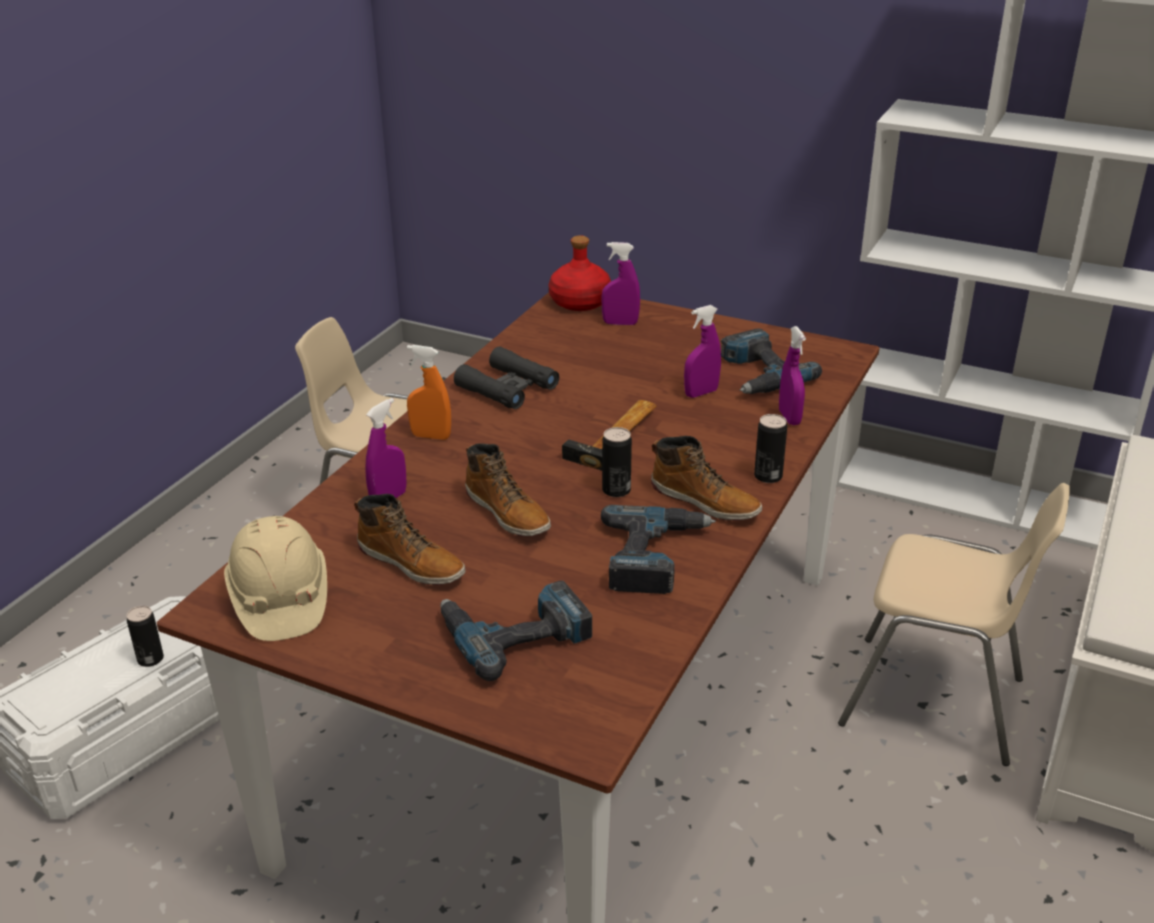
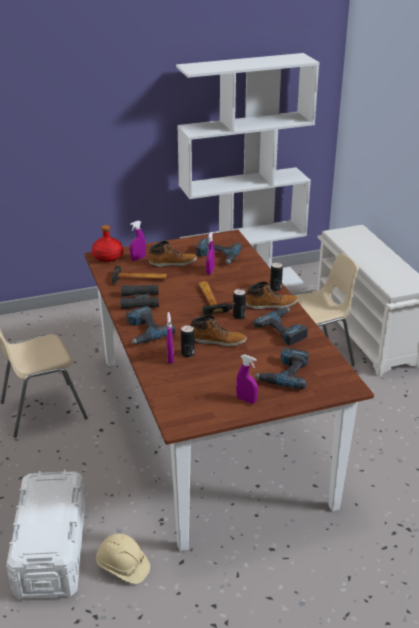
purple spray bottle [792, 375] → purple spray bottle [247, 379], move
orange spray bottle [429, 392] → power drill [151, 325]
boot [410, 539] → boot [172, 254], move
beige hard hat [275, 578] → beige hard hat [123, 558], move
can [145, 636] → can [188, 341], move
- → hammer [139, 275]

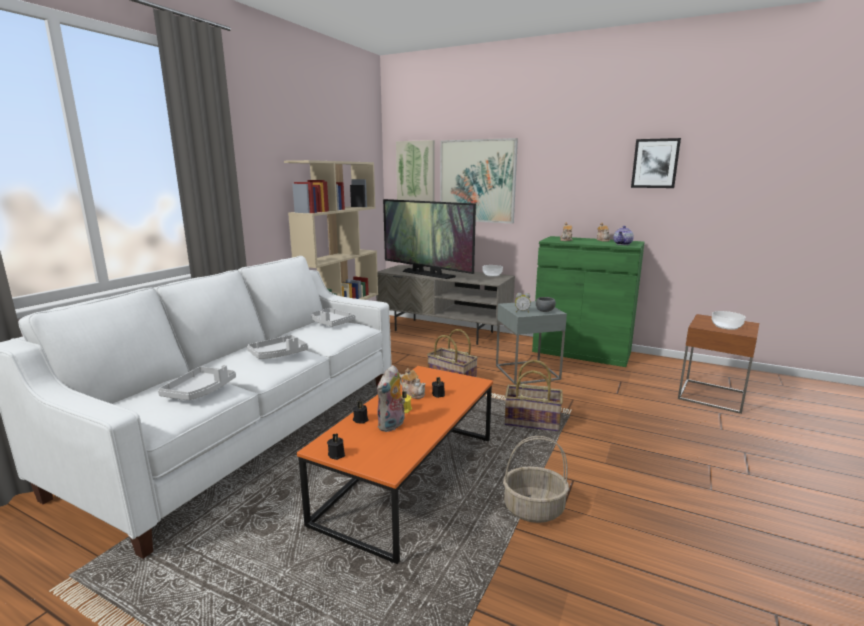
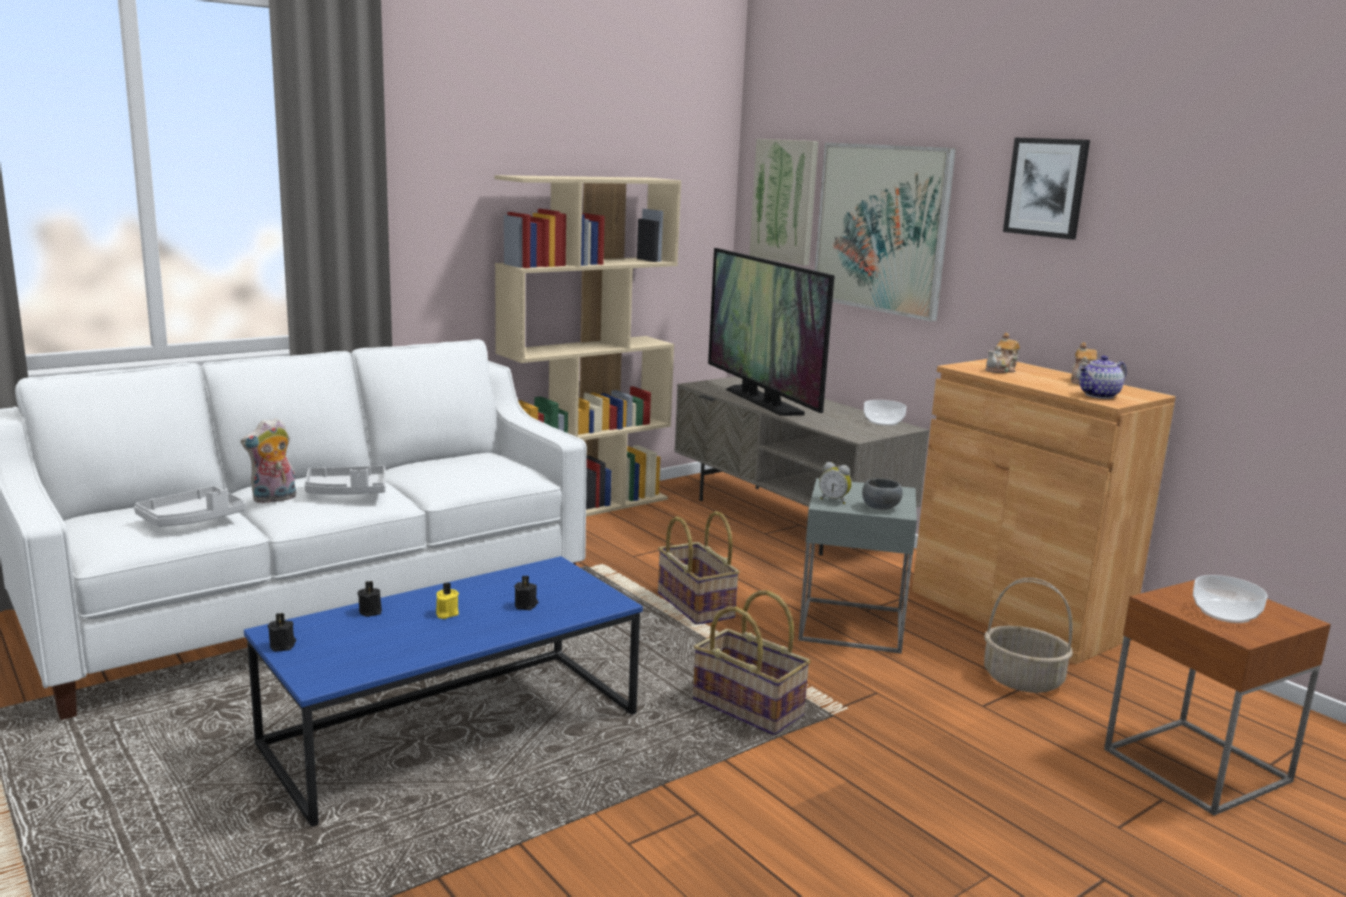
picture [656, 163] → picture [1046, 189], move
green cabinet [588, 301] → brown cabinet [1044, 512]
grey tray [333, 317] → -
plush toy [391, 398] → plush toy [268, 461], move
orange coffee table [395, 465] → blue coffee table [443, 691]
teapot [413, 383] → -
basket [536, 479] → basket [1028, 635], move

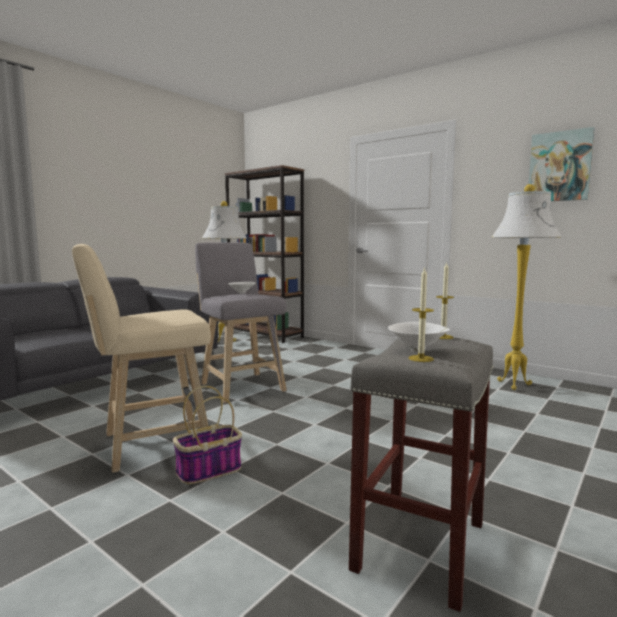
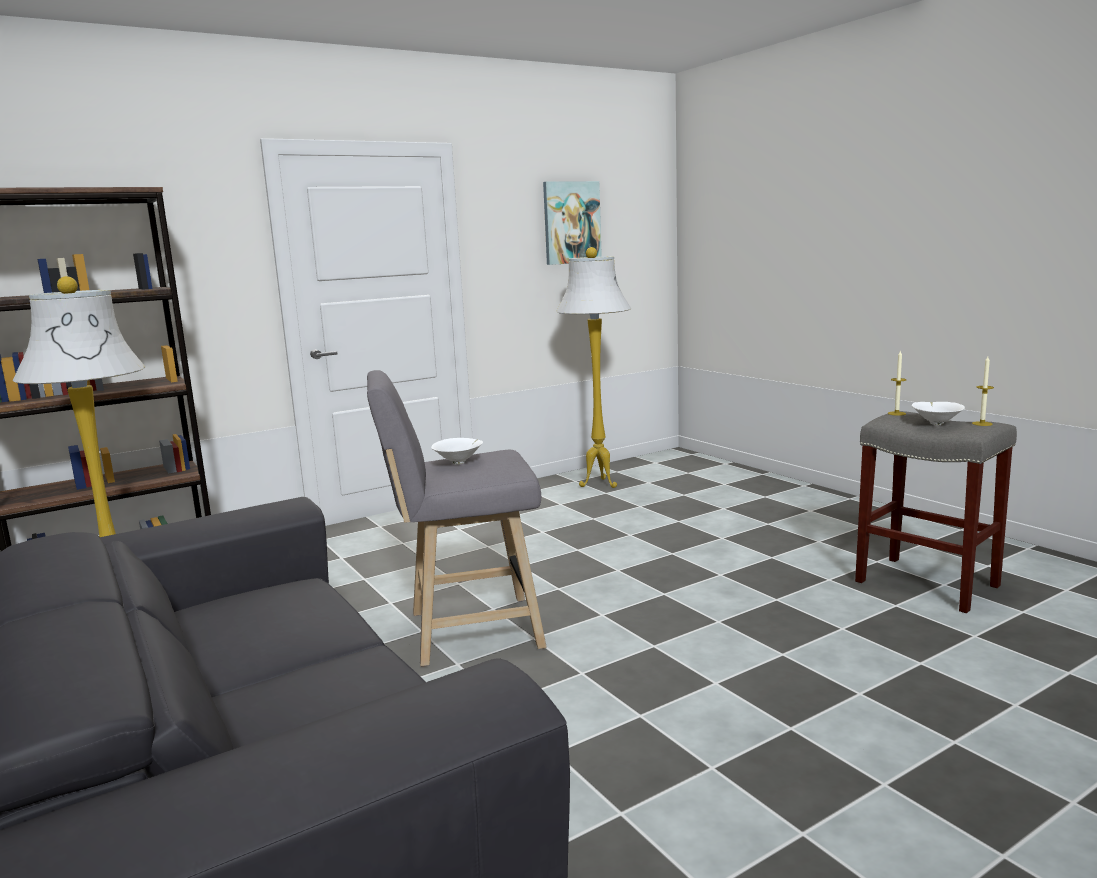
beige stool [141, 358] → -
basket [207, 435] → -

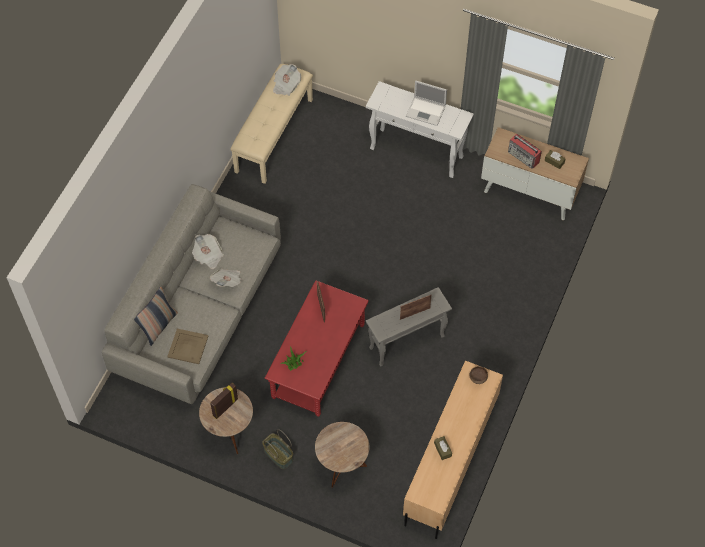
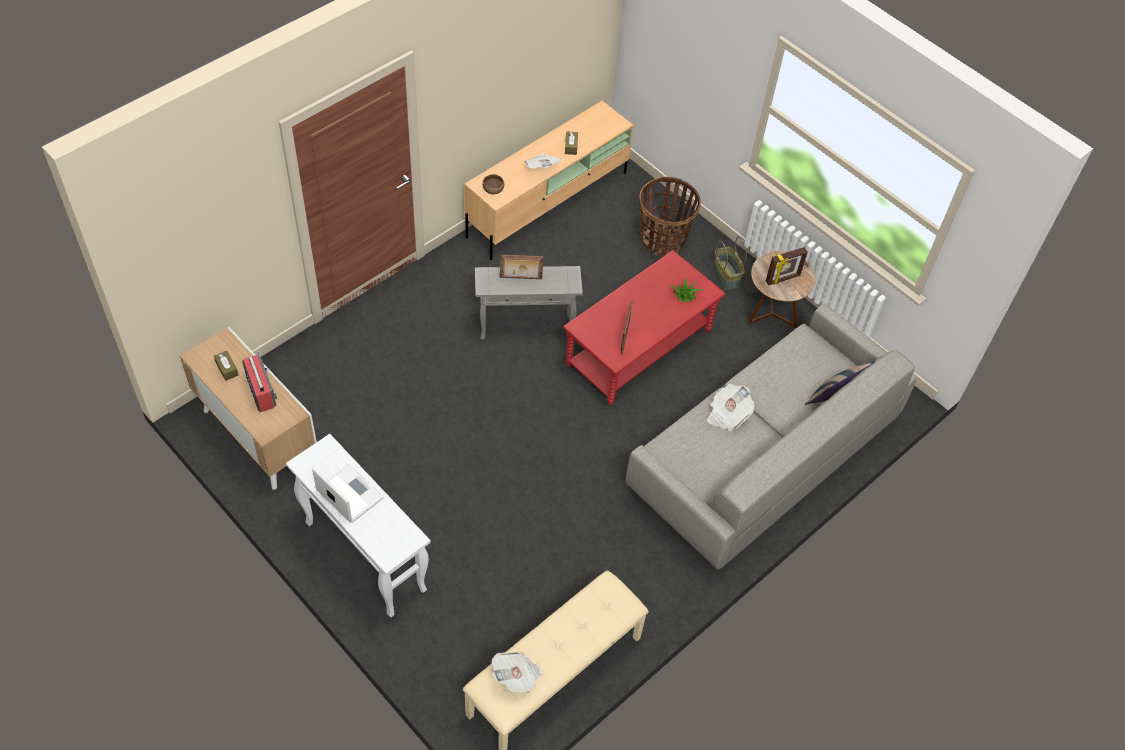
newspaper [208, 251] → newspaper [542, 161], move
beige tray [188, 346] → -
brown side table [342, 455] → basket [670, 217]

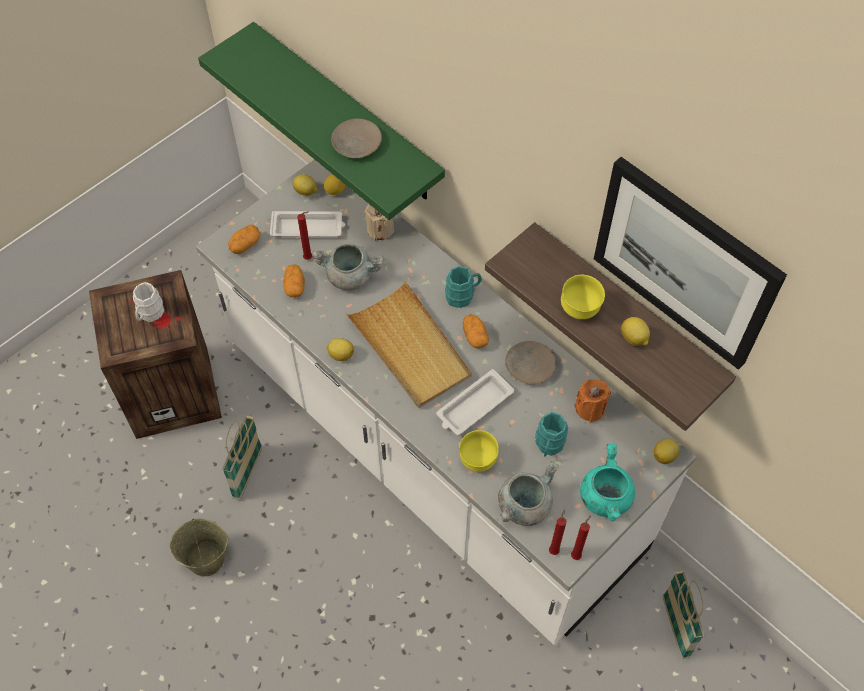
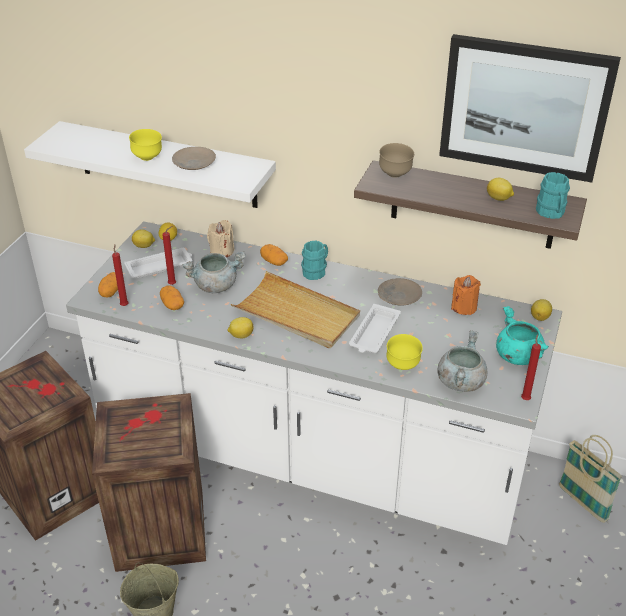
green shelf [321, 121] → white shelf [150, 164]
yellow bowl [583, 297] → yellow bowl [145, 145], move
white mug [148, 302] → -
potato [475, 331] → potato [274, 255], move
turquoise mug [551, 434] → turquoise mug [553, 195], move
basket [242, 457] → crate [149, 482]
red candle [557, 532] → red candle [120, 275], move
- → brown bowl [396, 160]

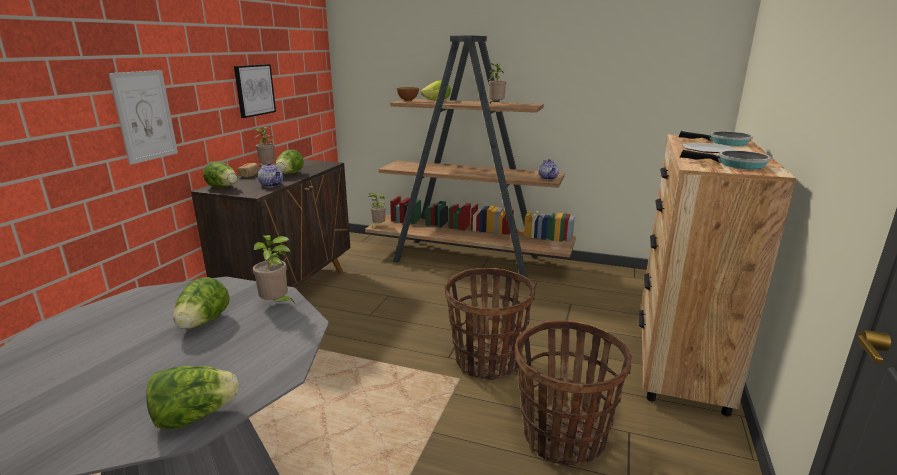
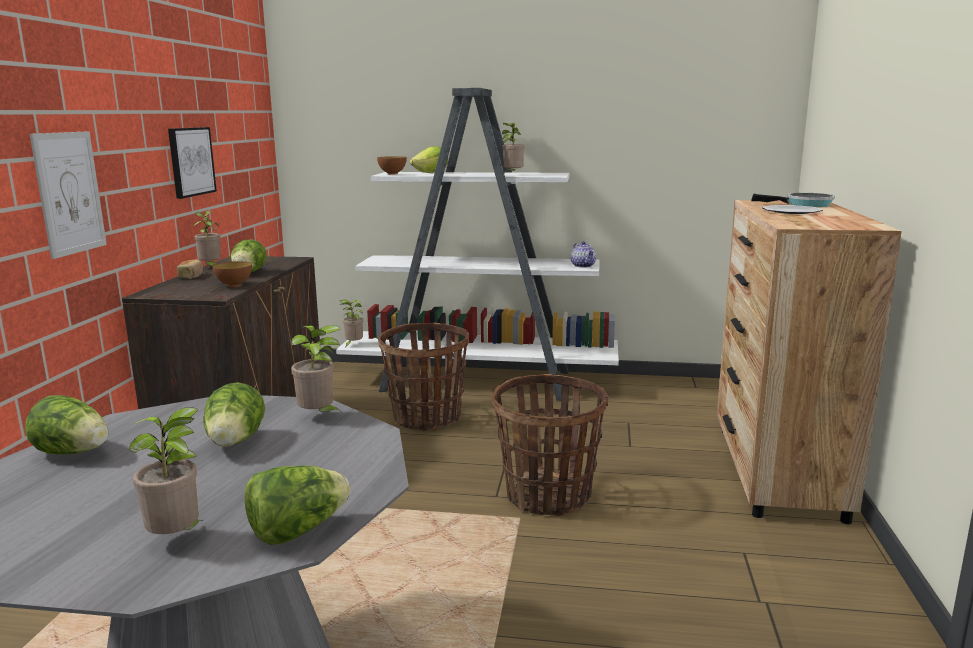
brown bookcase [470, 156] → white bookcase [477, 244]
frying pan [726, 160] → -
lettuce [220, 174] → lettuce [66, 424], move
teapot [270, 174] → bowl [232, 274]
basket [573, 393] → basket [423, 377], move
- → potted plant [166, 470]

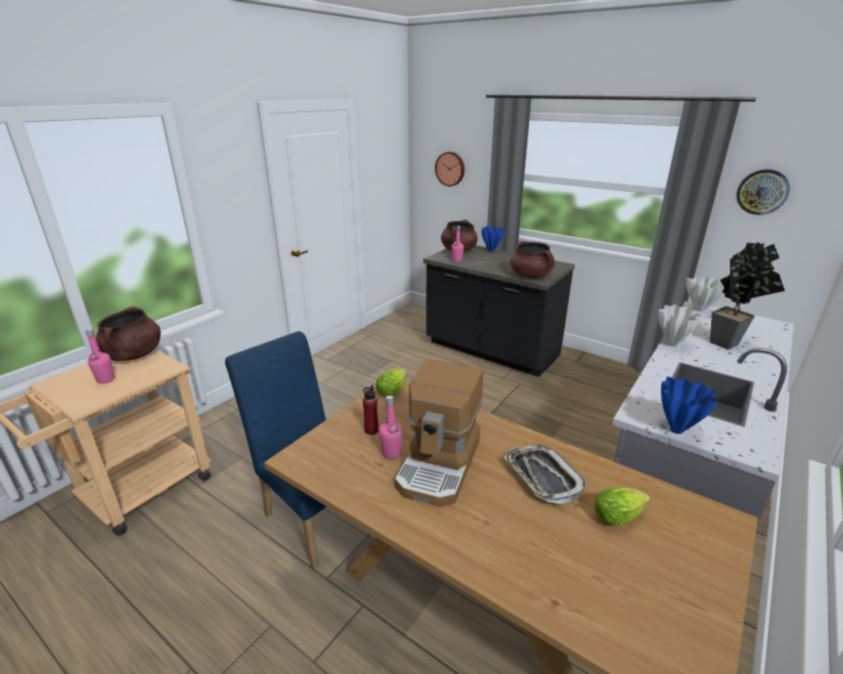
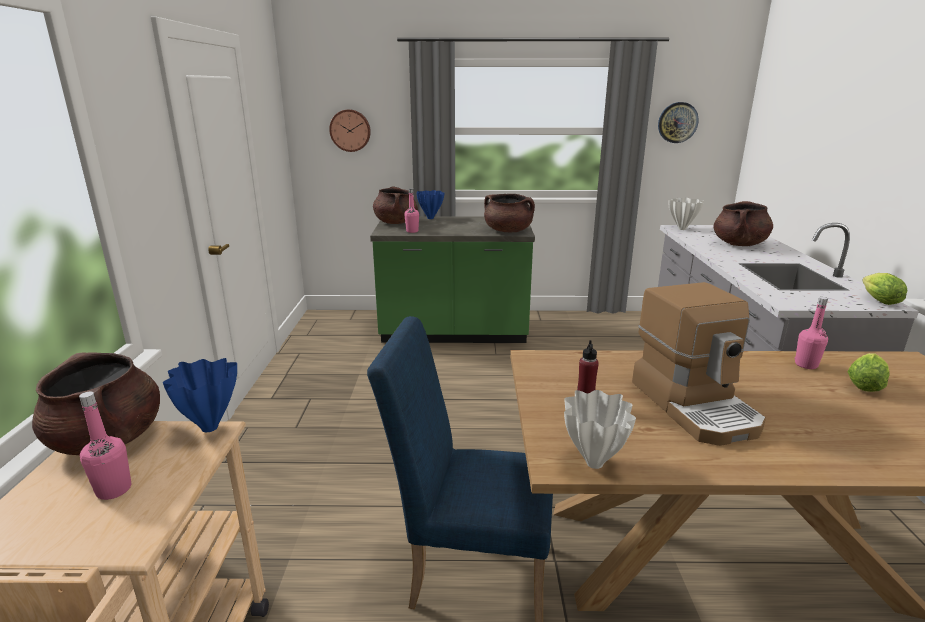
potted plant [747, 295] → brown cooking pot [743, 223]
black counter [499, 311] → green counter [452, 279]
white vase [680, 326] → white vase [600, 429], move
lettuce [391, 383] → lettuce [884, 289], move
blue vase [689, 405] → blue vase [200, 395], move
pink bottle [391, 427] → pink bottle [811, 333], move
tray [545, 474] → -

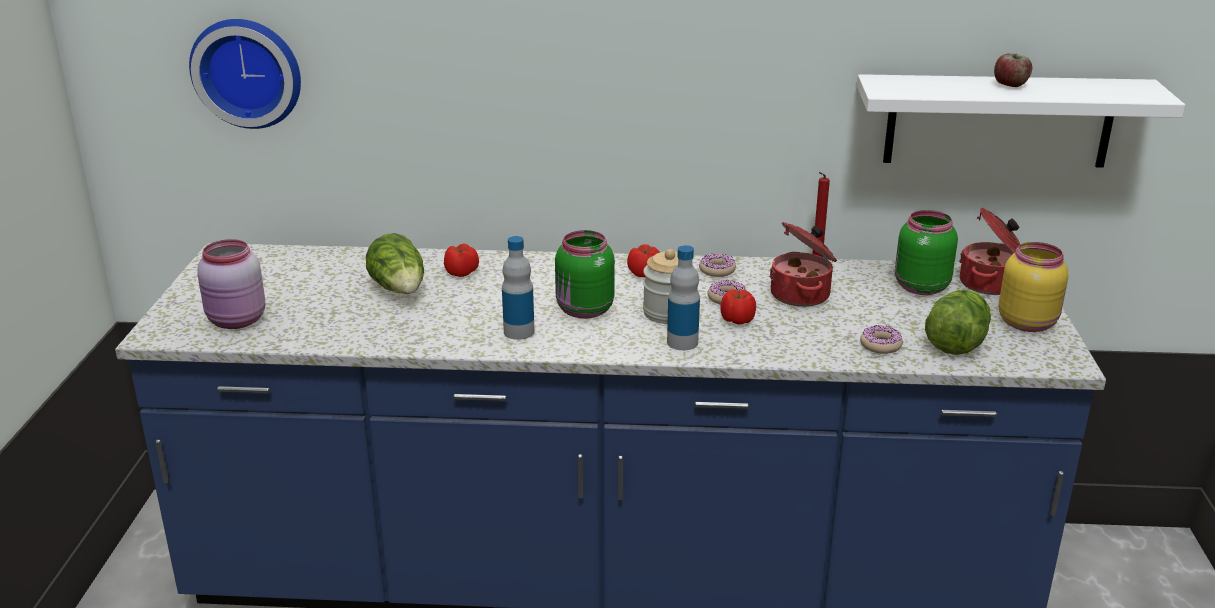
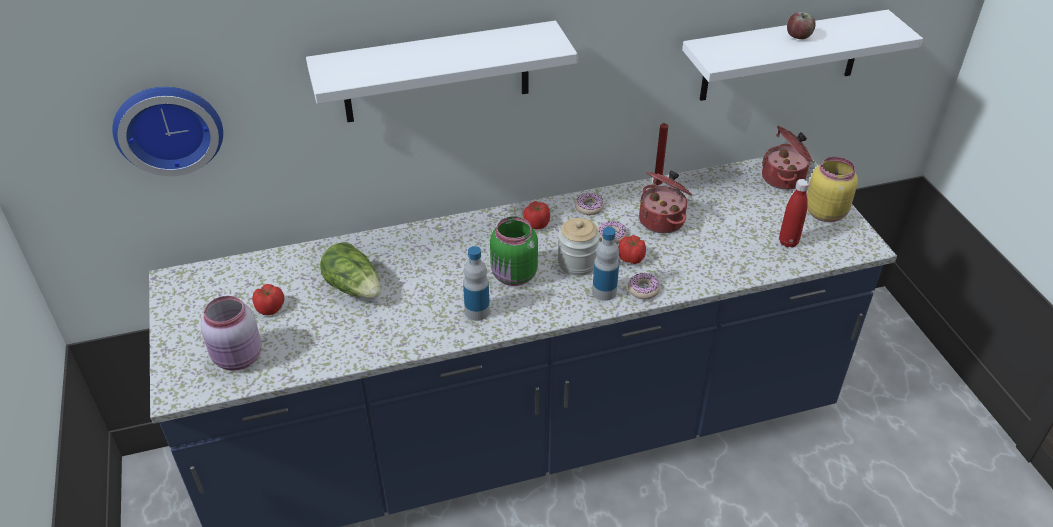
green jar [926, 252] → -
tomato [461, 260] → tomato [268, 299], move
lettuce [958, 322] → red bottle [794, 213]
donut [881, 339] → donut [644, 286], move
- → white shelf [442, 71]

